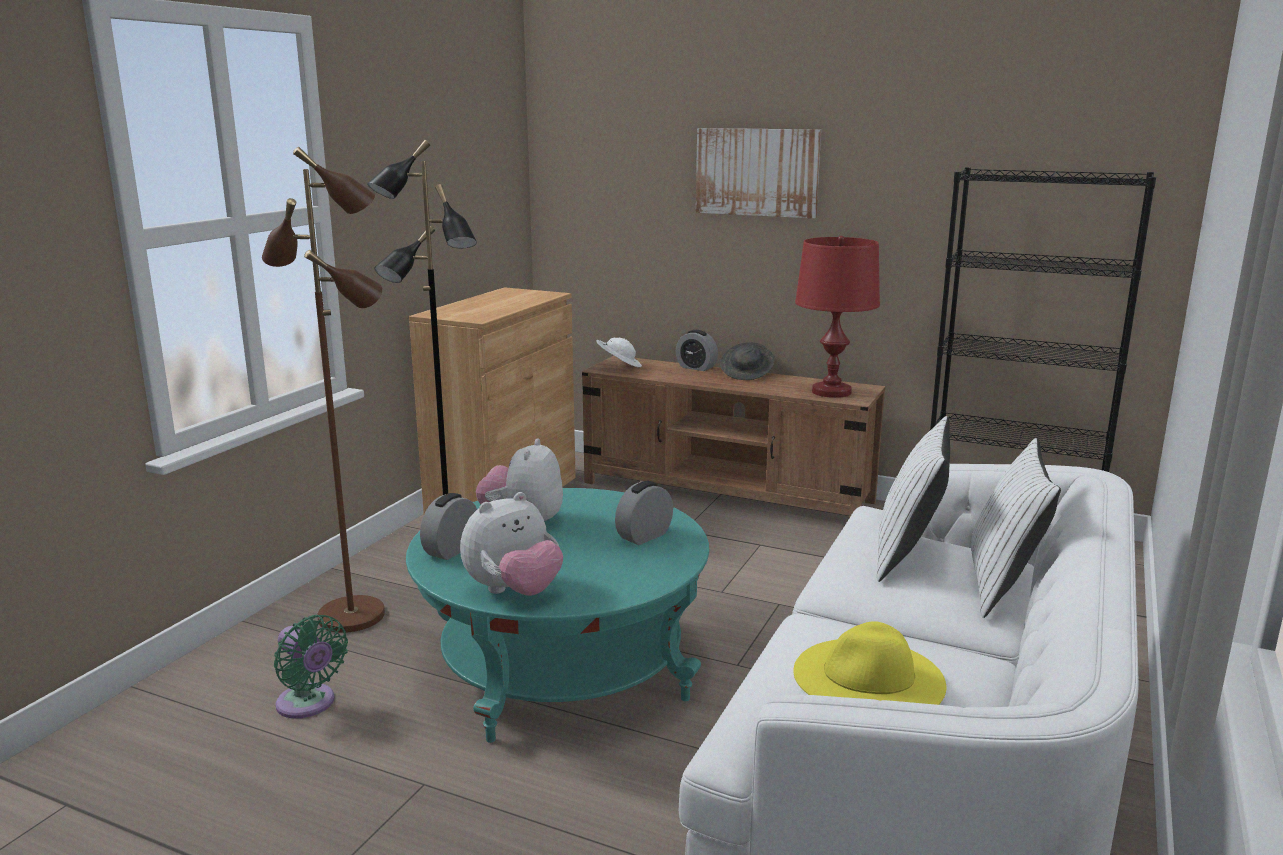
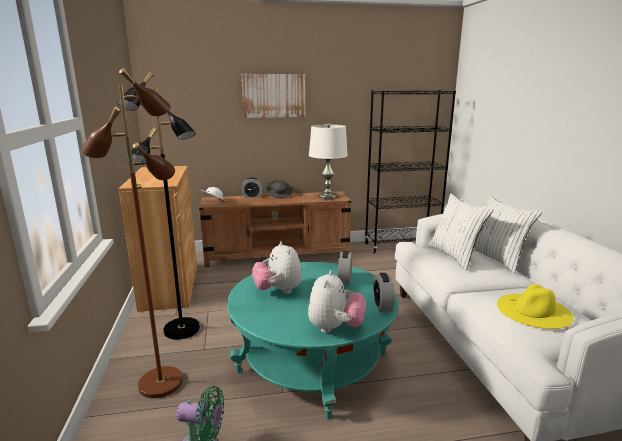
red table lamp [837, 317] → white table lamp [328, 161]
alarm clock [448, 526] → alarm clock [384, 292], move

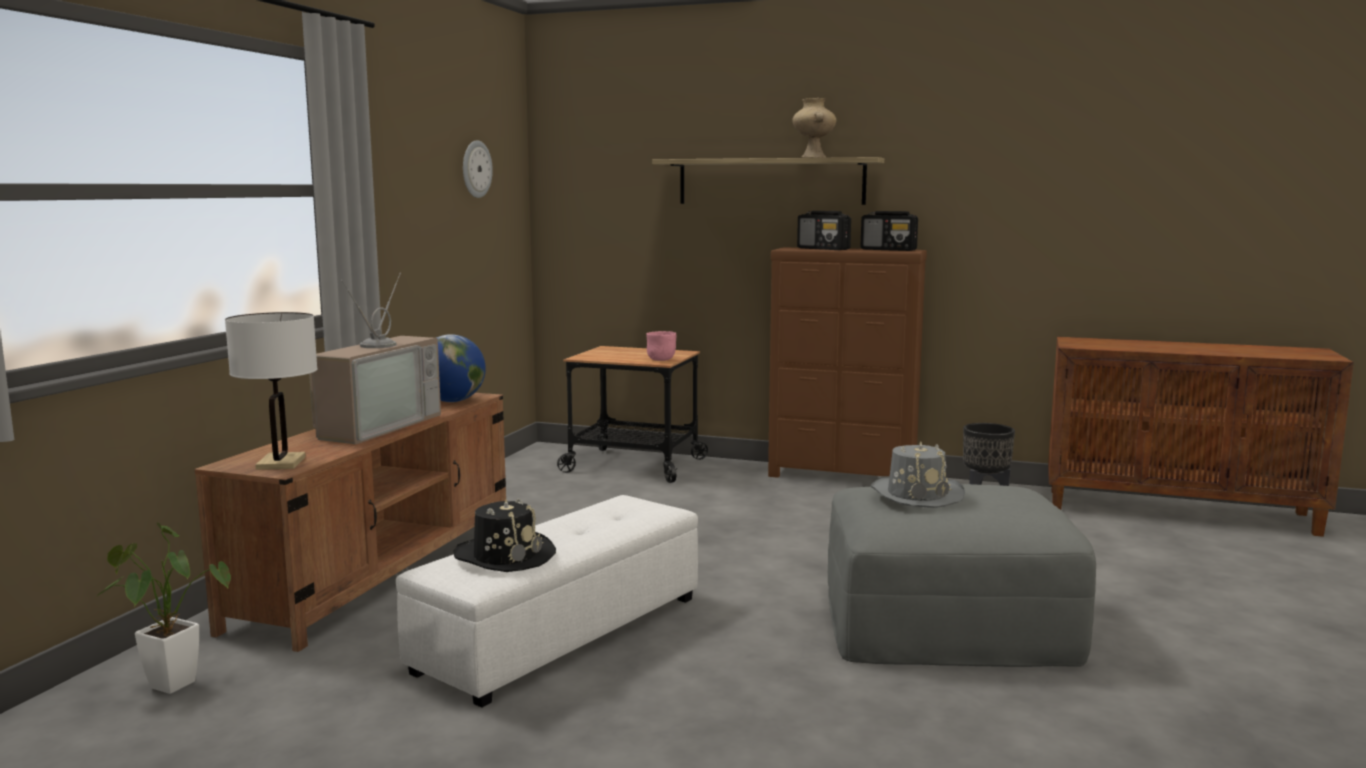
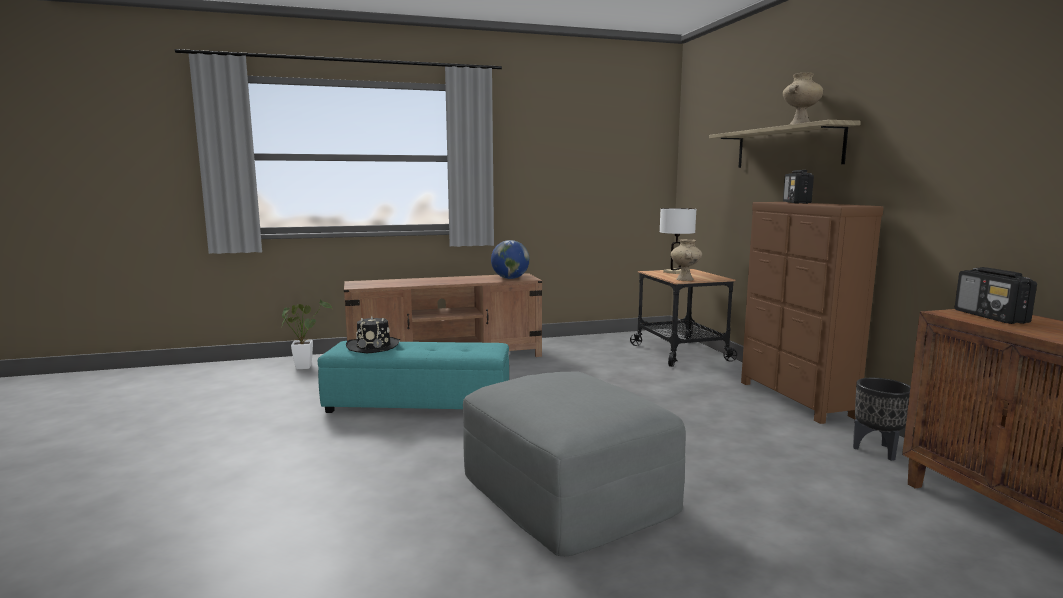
wall clock [478, 169] → -
radio [889, 231] → radio [996, 295], move
television [375, 358] → -
white table lamp [271, 391] → white table lamp [678, 241], move
pink bowl [661, 346] → beige vase [686, 260]
grey hat [918, 475] → -
white ottoman [547, 601] → turquoise ottoman [413, 377]

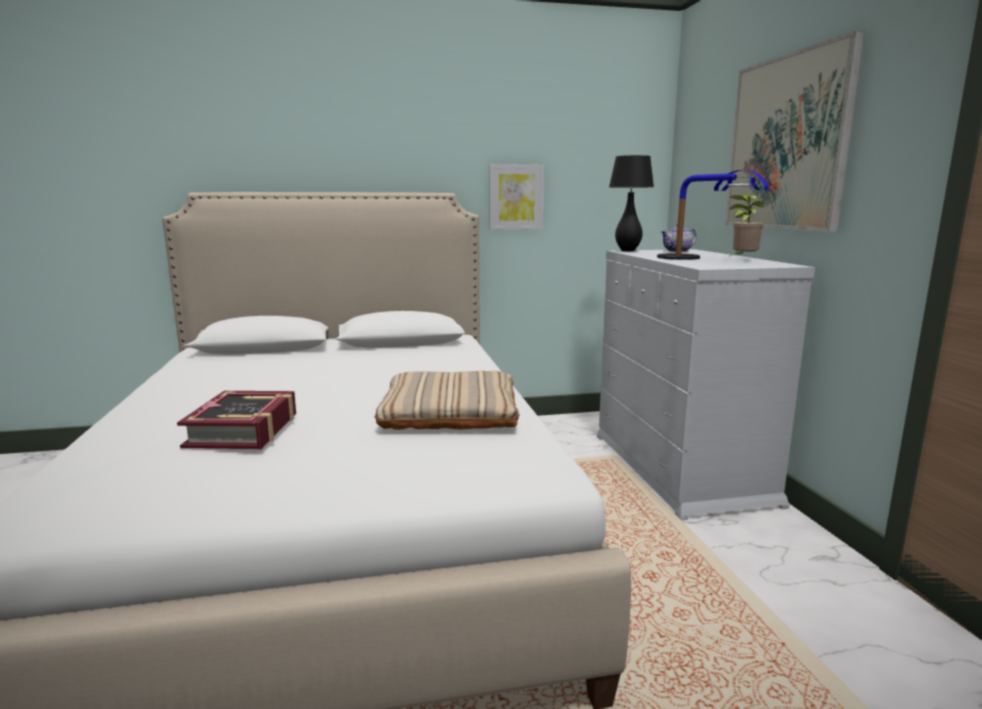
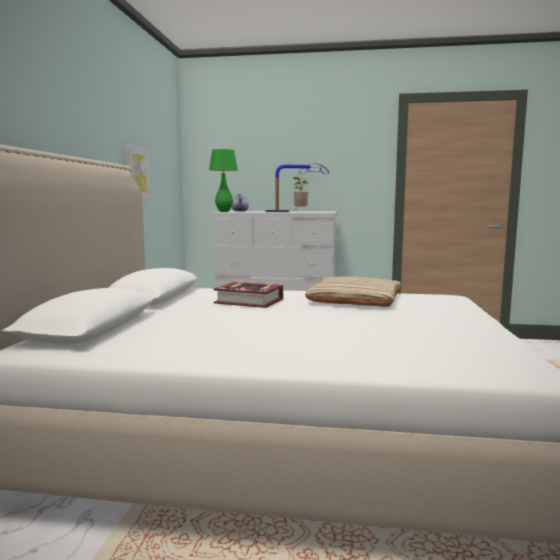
picture [795, 131] → -
black table lamp [631, 203] → green table lamp [223, 180]
book [236, 420] → book [248, 295], move

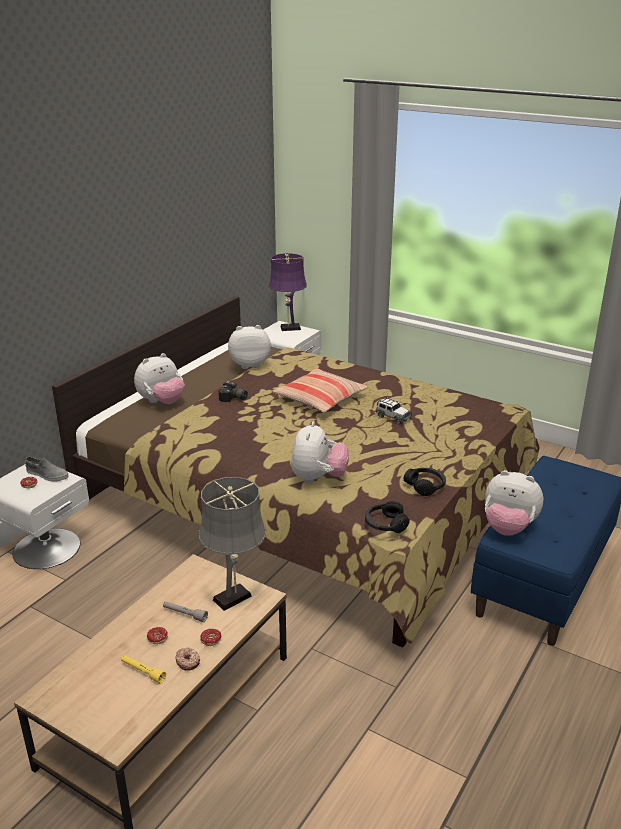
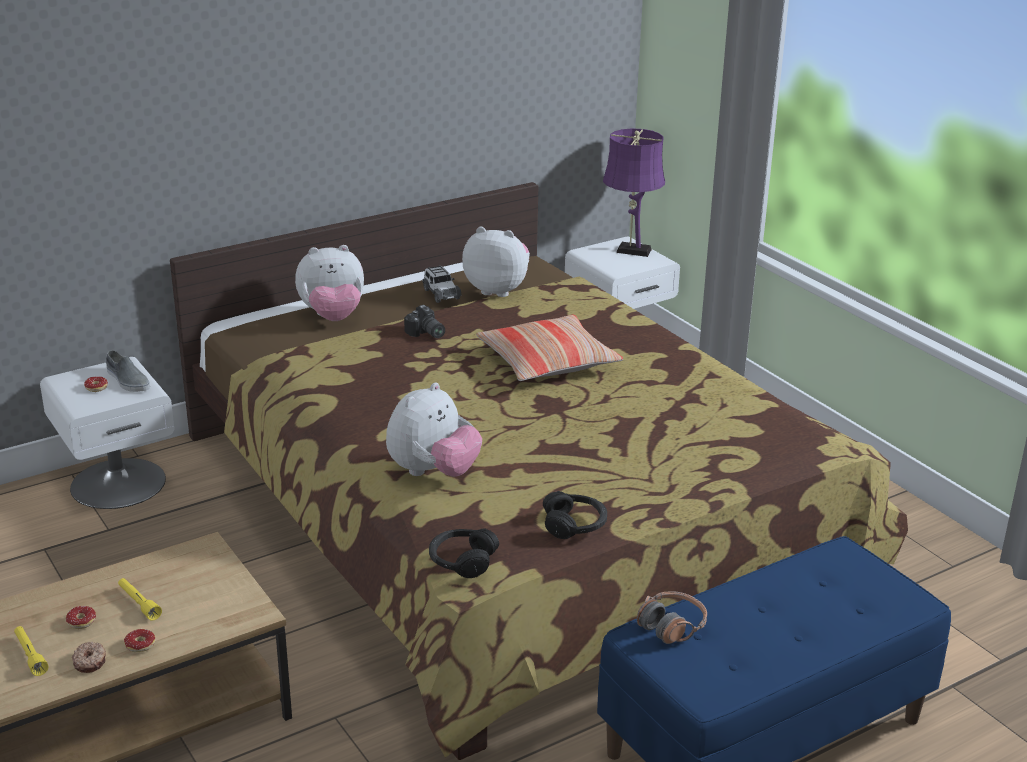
toy car [393, 410] → toy car [442, 284], move
plush toy [514, 503] → headphones [672, 617]
grey table lamp [232, 544] → -
grey flashlight [185, 611] → yellow flashlight [140, 599]

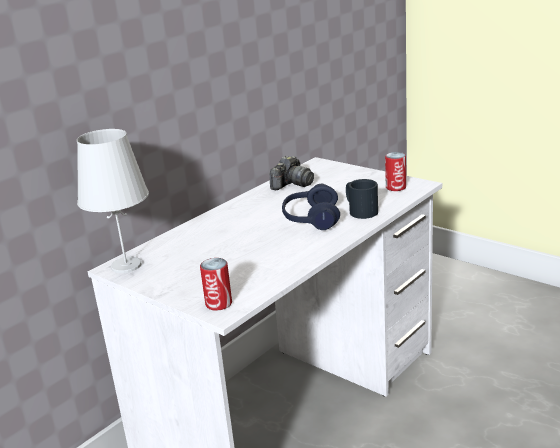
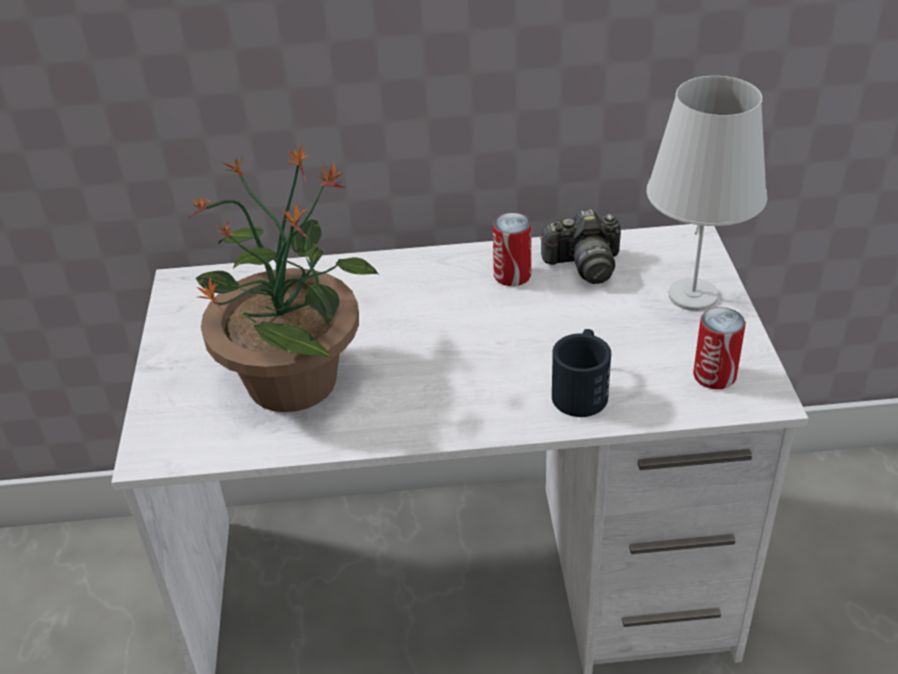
white table lamp [113, 201] → white table lamp [706, 193], move
blue headphones [311, 207] → -
can [216, 284] → can [512, 249], move
- → potted plant [283, 278]

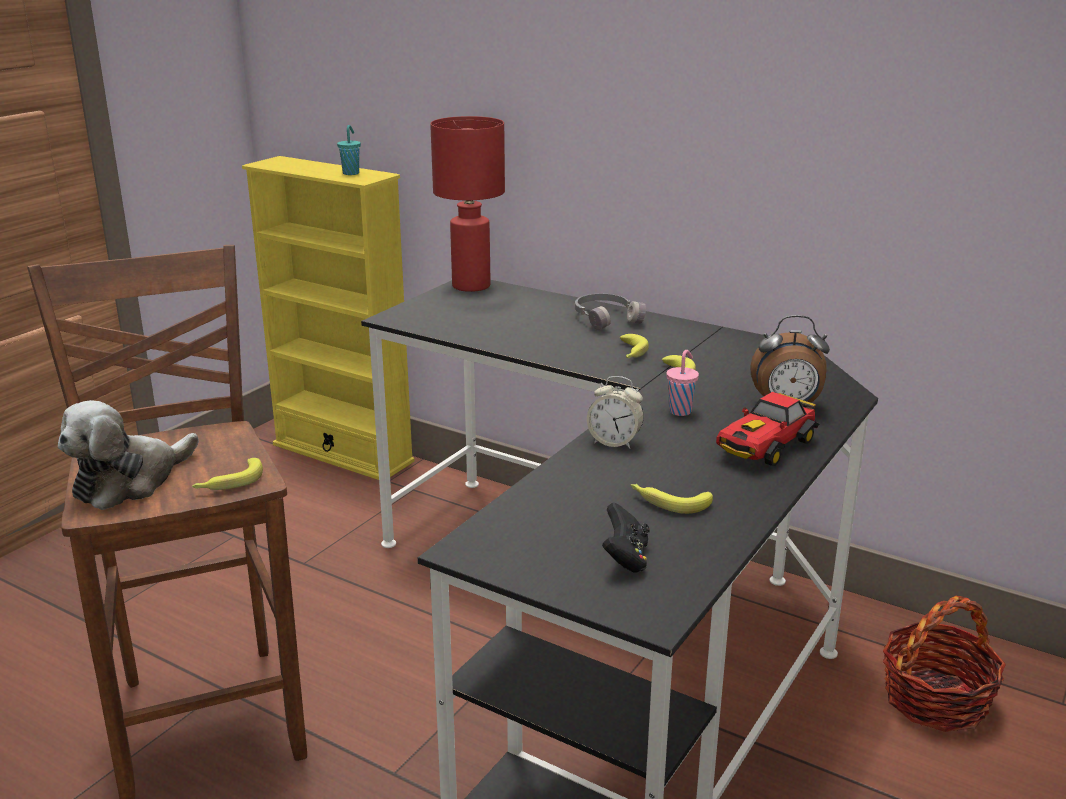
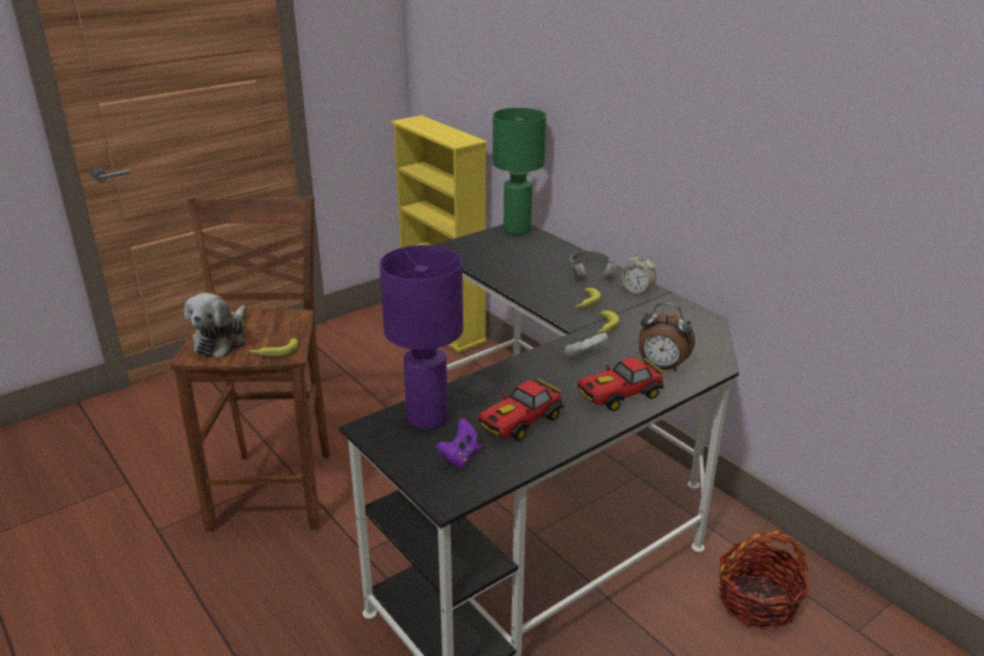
red table lamp [467, 204] → green table lamp [519, 171]
turquoise cup [349, 150] → -
pink cup [683, 383] → white game controller [586, 346]
alarm clock [615, 412] → alarm clock [639, 274], move
plush toy [128, 455] → plush toy [215, 325], 45 degrees counterclockwise
banana [672, 499] → toy car [521, 409]
black game controller [626, 538] → purple game controller [459, 443]
- → purple table lamp [421, 337]

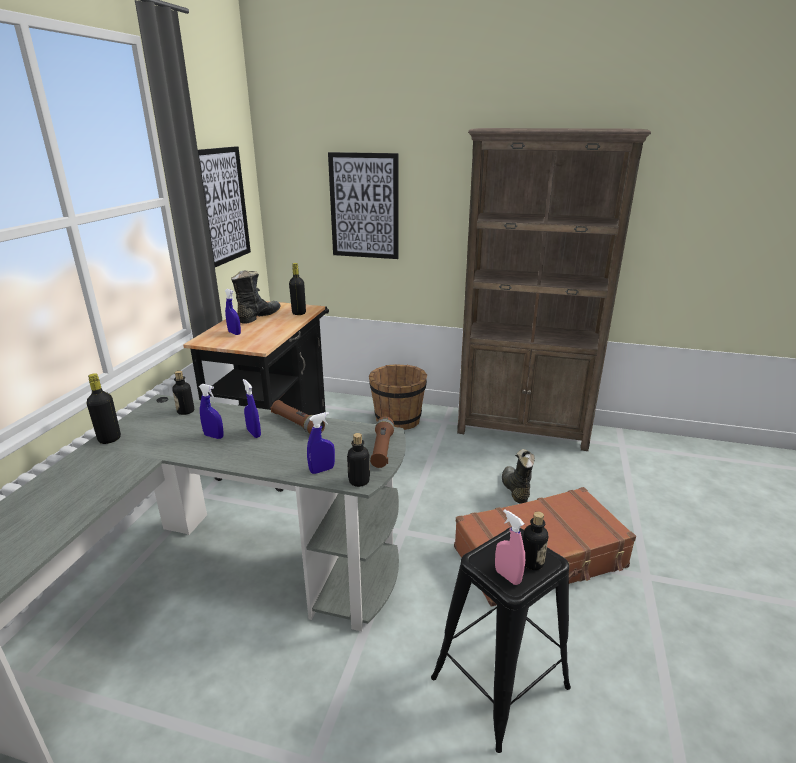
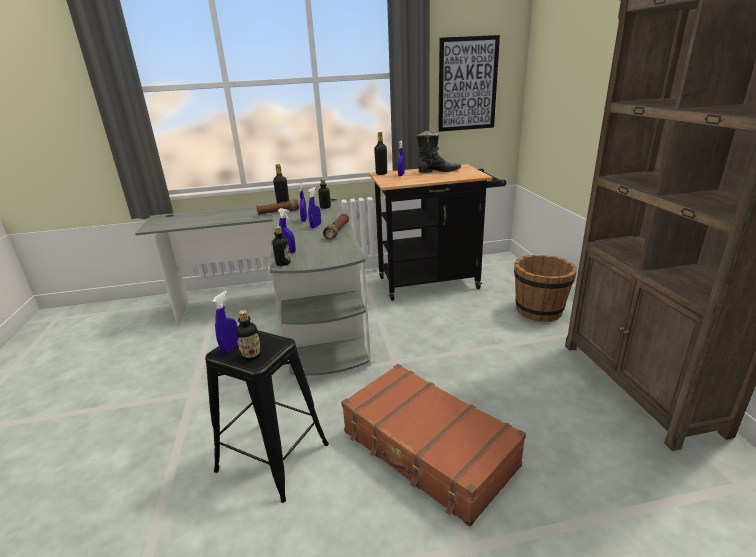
picture [363, 205] → -
black bottle [297, 289] → black bottle [380, 153], move
brown flashlight [382, 442] → brown flashlight [278, 207], move
black boot [518, 476] → -
pink spray bottle [510, 547] → blue spray bottle [225, 322]

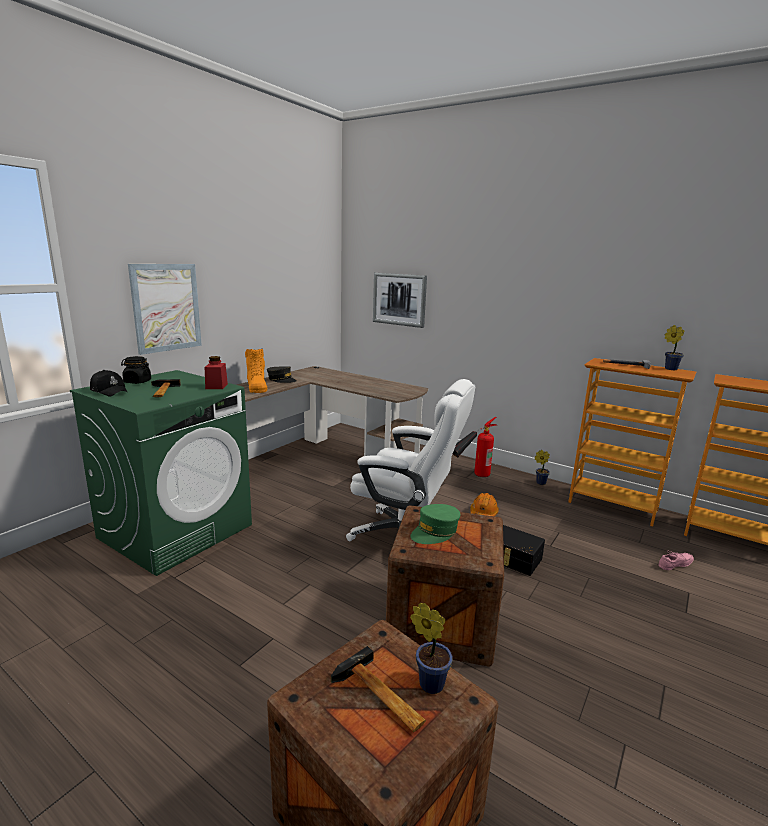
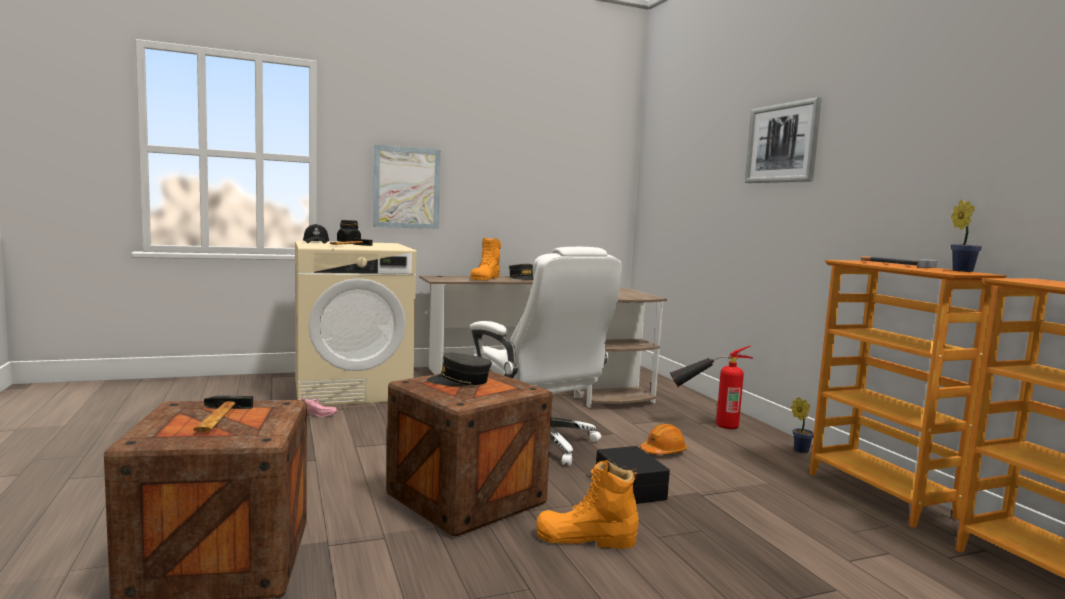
picture [400, 300] → picture [783, 140], move
red jar [216, 372] → -
green washing machine [161, 473] → beige washing machine [355, 323]
green cap [435, 524] → grey cap [459, 369]
pink shoe [676, 560] → pink shoe [318, 406], move
potted plant [431, 648] → -
- → orange boot [587, 504]

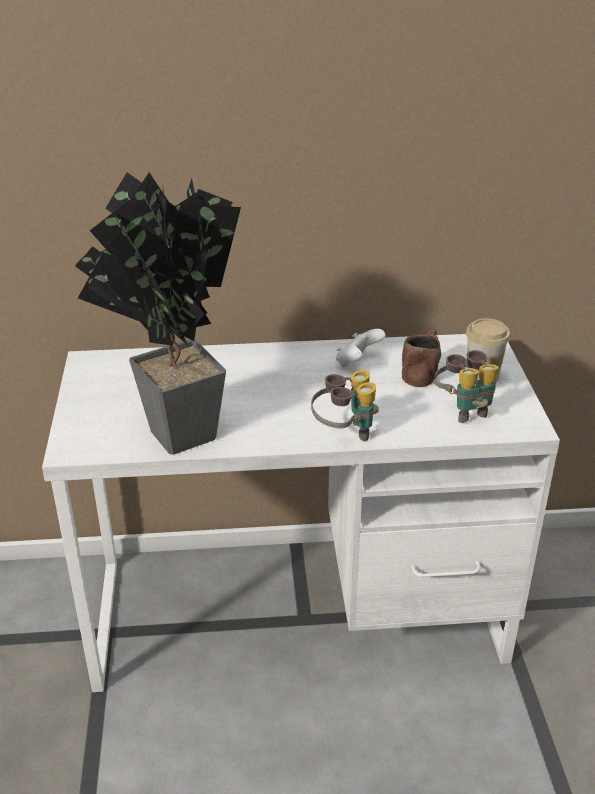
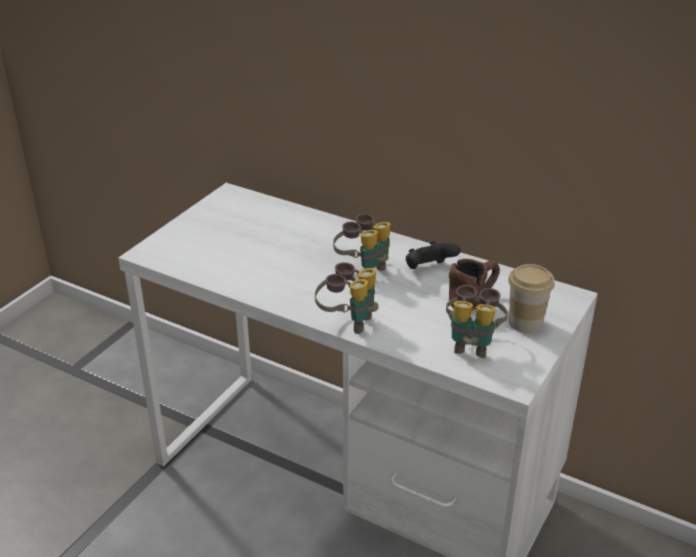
potted plant [158, 313] → -
white game controller [361, 348] → black game controller [433, 255]
- → binoculars [361, 242]

